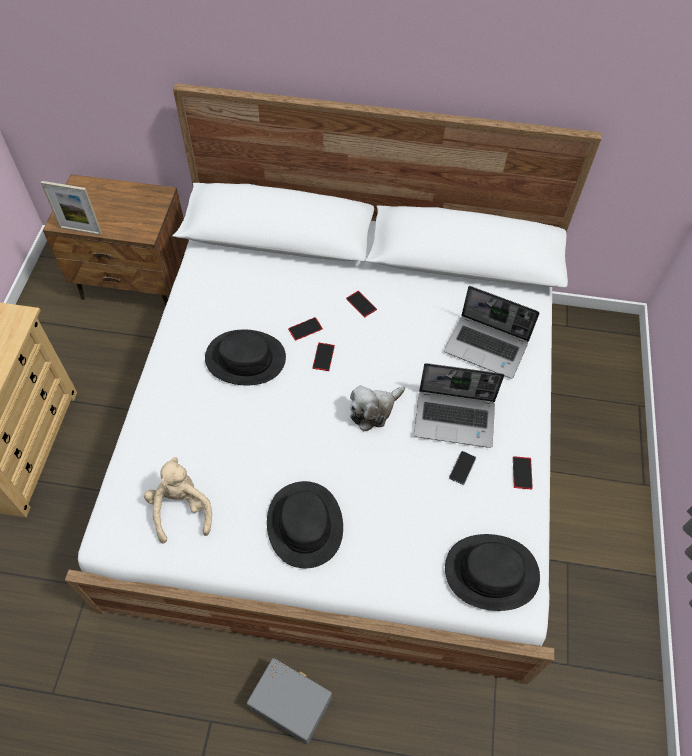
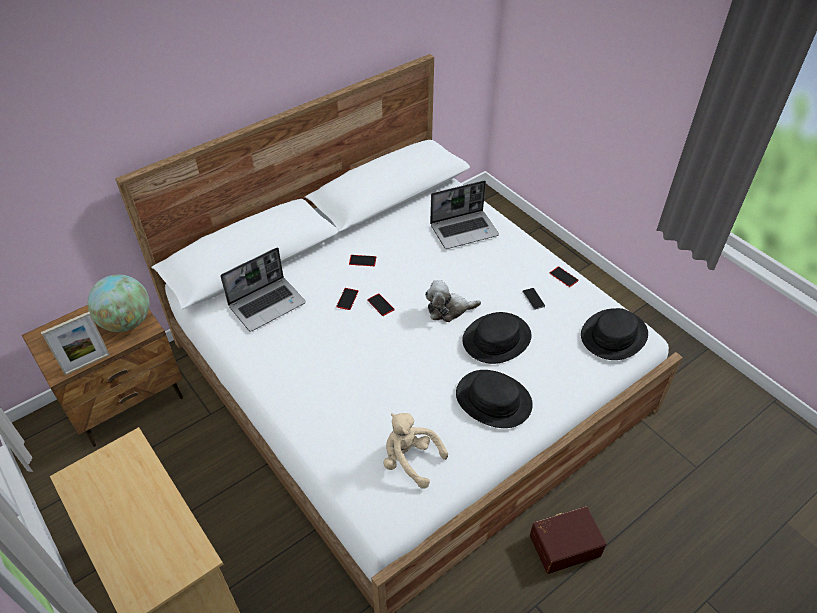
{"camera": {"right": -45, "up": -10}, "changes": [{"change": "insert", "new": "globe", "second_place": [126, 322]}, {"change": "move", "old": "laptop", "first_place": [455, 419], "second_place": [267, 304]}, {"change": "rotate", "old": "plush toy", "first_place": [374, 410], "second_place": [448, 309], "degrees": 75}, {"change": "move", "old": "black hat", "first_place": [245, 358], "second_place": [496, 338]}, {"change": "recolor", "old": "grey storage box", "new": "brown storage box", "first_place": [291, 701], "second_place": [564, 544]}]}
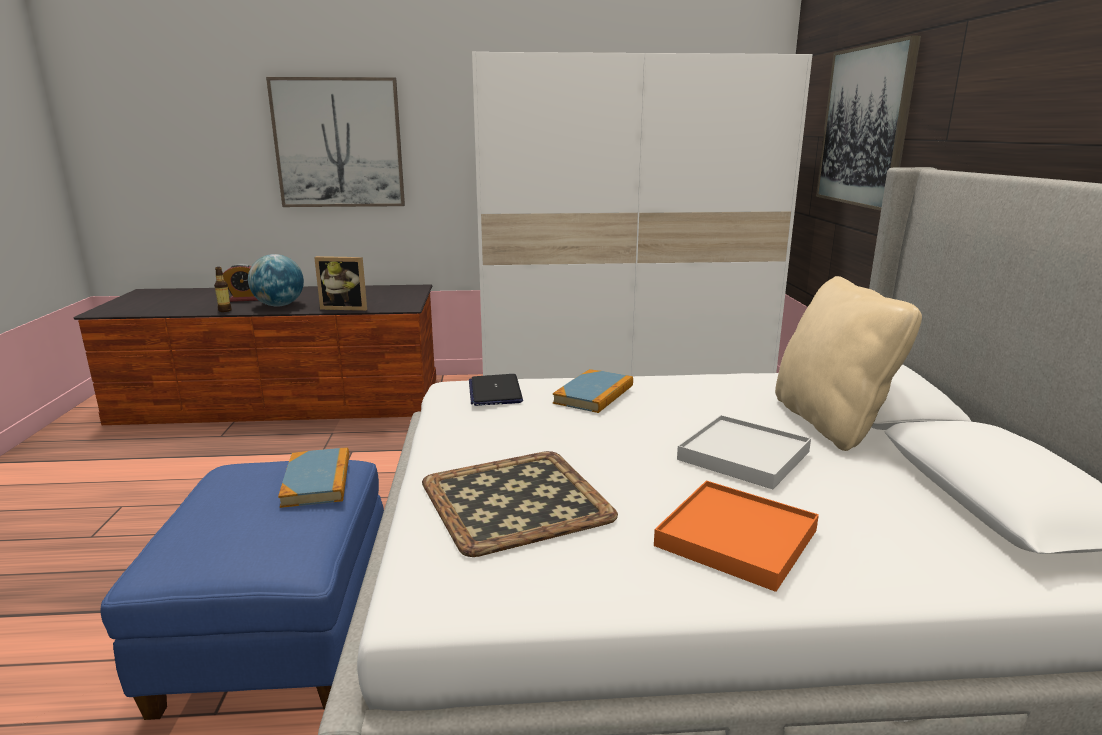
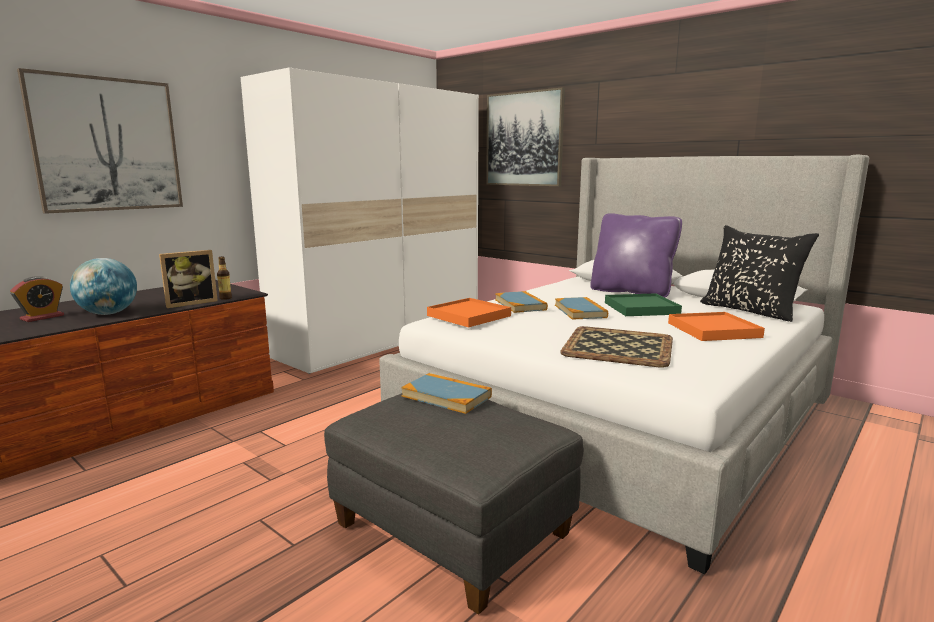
{"camera": {"right": -45, "up": -5}, "changes": [{"change": "move", "old": "bottle", "first_place": [225, 310], "second_place": [225, 298]}, {"change": "recolor", "old": "blue ottoman", "new": "grey ottoman", "first_place": [280, 633], "second_place": [454, 531]}, {"change": "replace", "old": "laptop", "new": "orange tray", "first_place": [495, 391], "second_place": [469, 316]}, {"change": "insert", "new": "book", "second_place": [580, 311]}, {"change": "recolor", "old": "beige pillow", "new": "purple pillow", "first_place": [830, 423], "second_place": [631, 292]}, {"change": "recolor", "old": "white tray", "new": "green tray", "first_place": [743, 455], "second_place": [641, 308]}, {"change": "insert", "new": "black pillow", "second_place": [750, 311]}]}
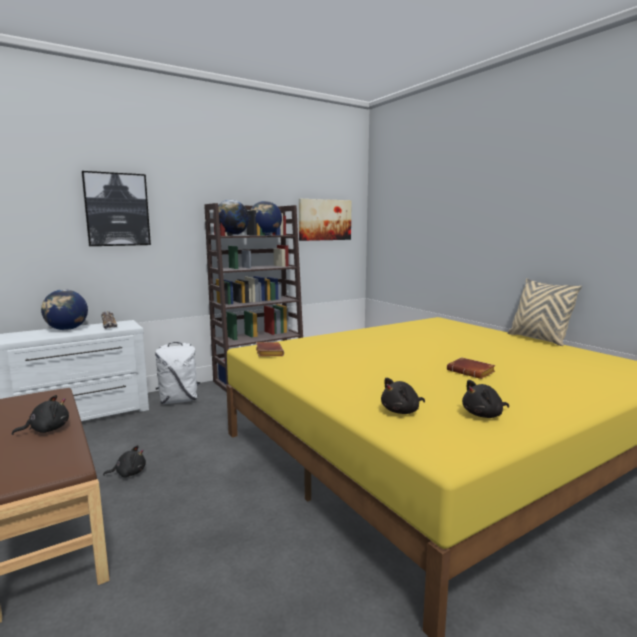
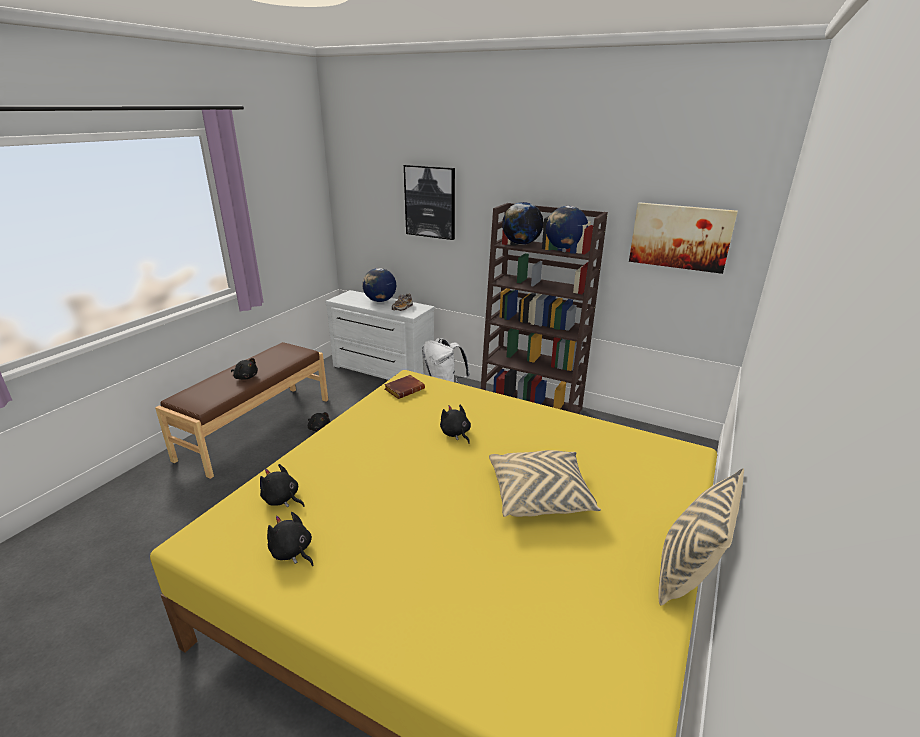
{"camera": {"right": 60, "up": 15}, "changes": [{"change": "insert", "new": "black plush toy", "second_place": [455, 434]}, {"change": "insert", "new": "beige pillow", "second_place": [540, 495]}, {"change": "delete", "old": "brown book", "first_place": [472, 372]}]}
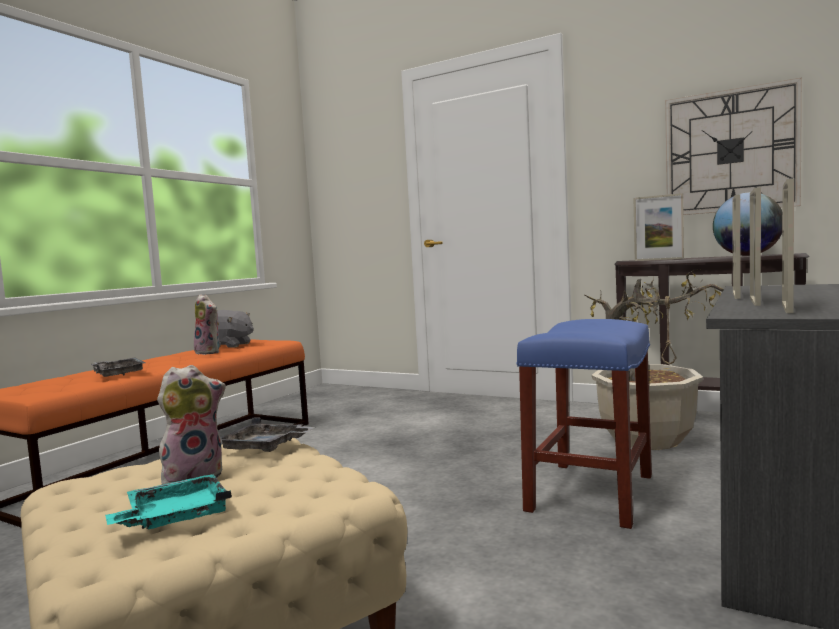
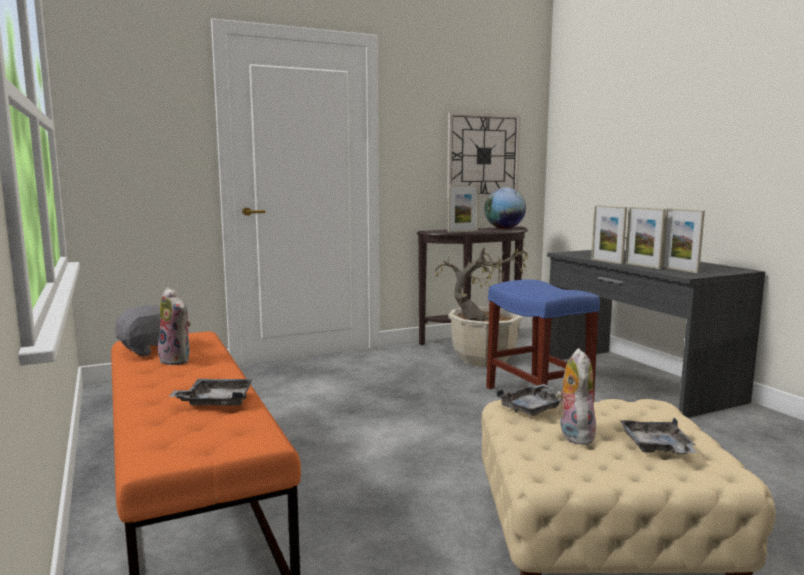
{"camera": {"right": -55, "up": 5}, "changes": [{"change": "rotate", "old": "plush toy", "first_place": [210, 352], "second_place": [178, 360], "degrees": 60}, {"change": "recolor", "old": "turquoise tray", "new": "grey tray", "first_place": [174, 517], "second_place": [656, 447]}]}
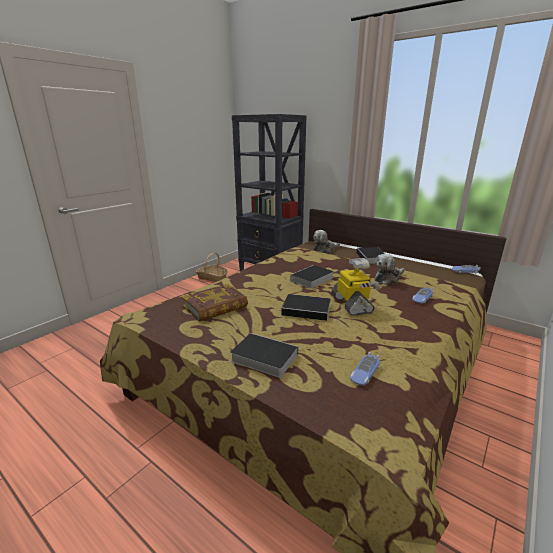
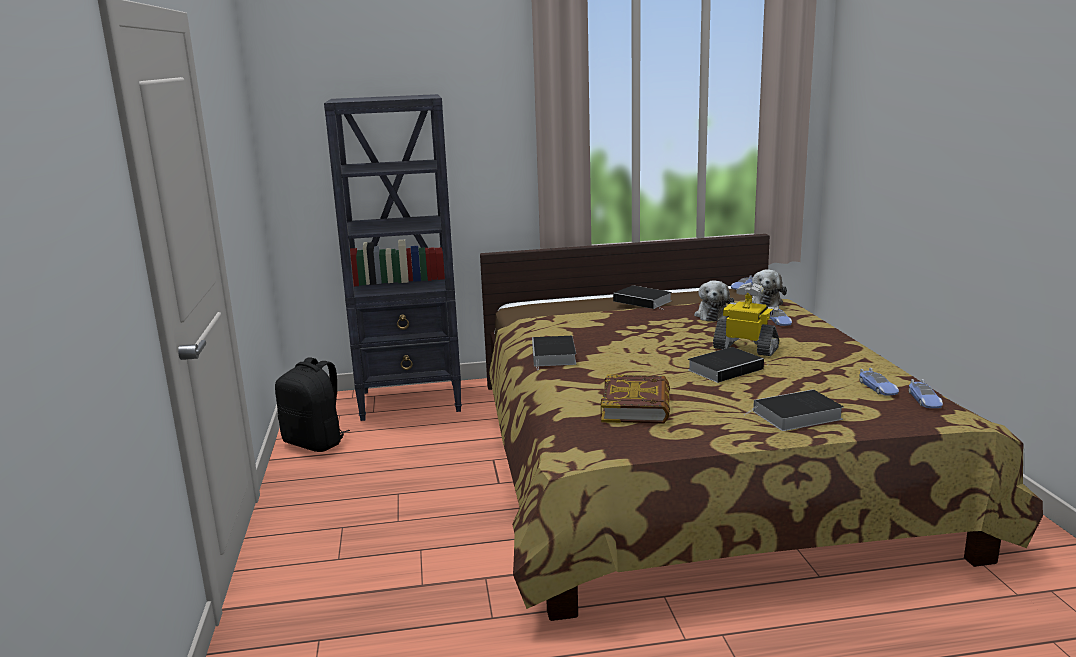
{"camera": {"right": -45, "up": -5}, "changes": [{"change": "replace", "old": "basket", "new": "black backpack", "first_place": [212, 277], "second_place": [315, 443]}, {"change": "move", "old": "book", "first_place": [311, 279], "second_place": [554, 356]}, {"change": "move", "old": "plush toy", "first_place": [325, 250], "second_place": [765, 303]}, {"change": "insert", "new": "toy car", "second_place": [924, 400]}]}
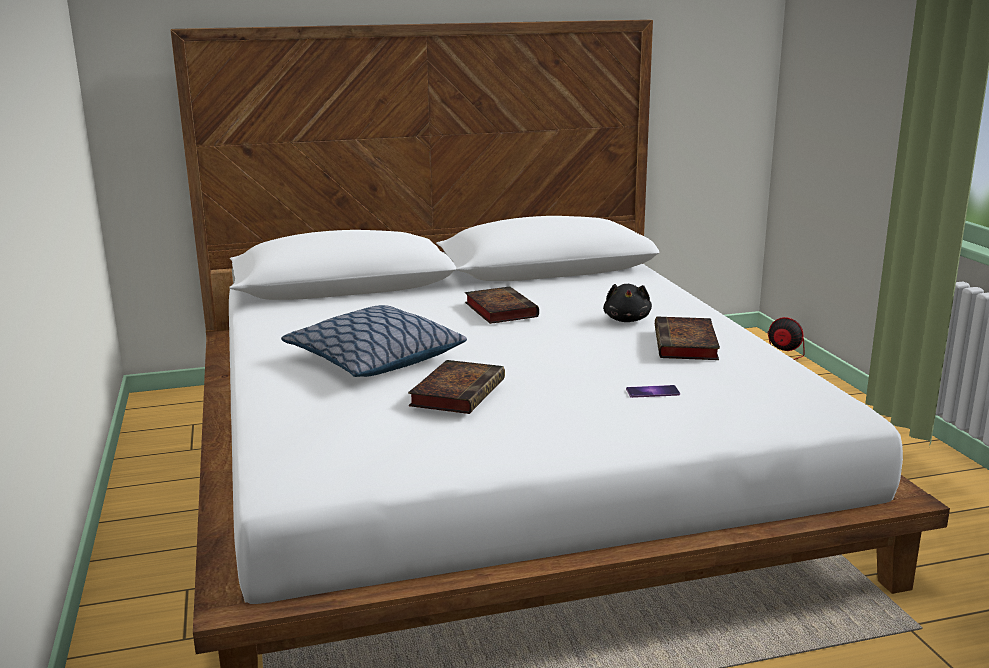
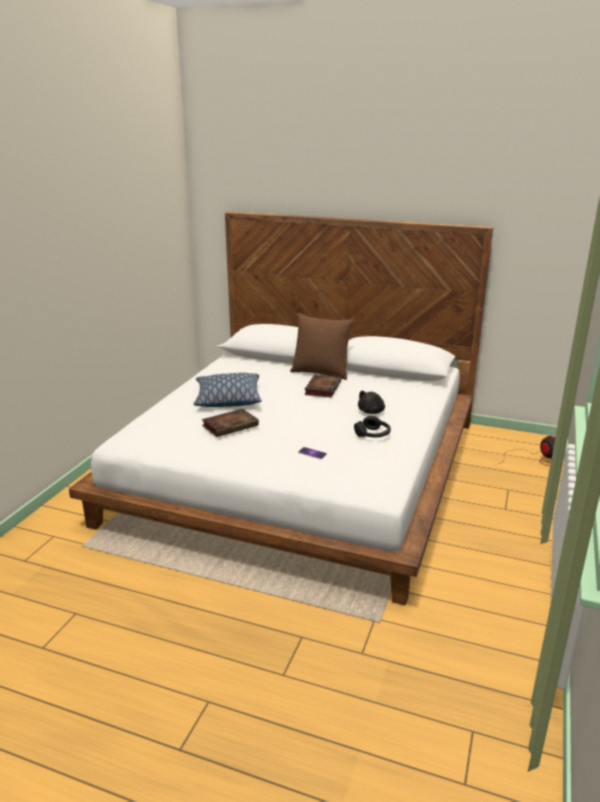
{"camera": {"right": 35, "up": 5}, "changes": [{"change": "insert", "new": "brown pillow", "second_place": [321, 372]}, {"change": "replace", "old": "book", "new": "black headphones", "first_place": [686, 345], "second_place": [373, 434]}]}
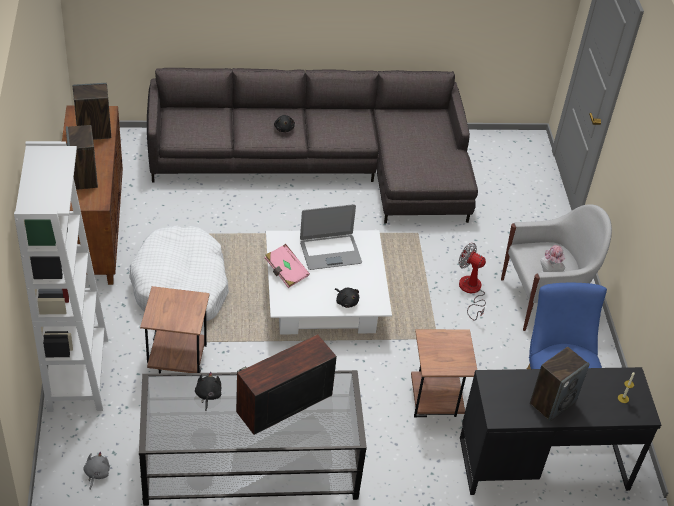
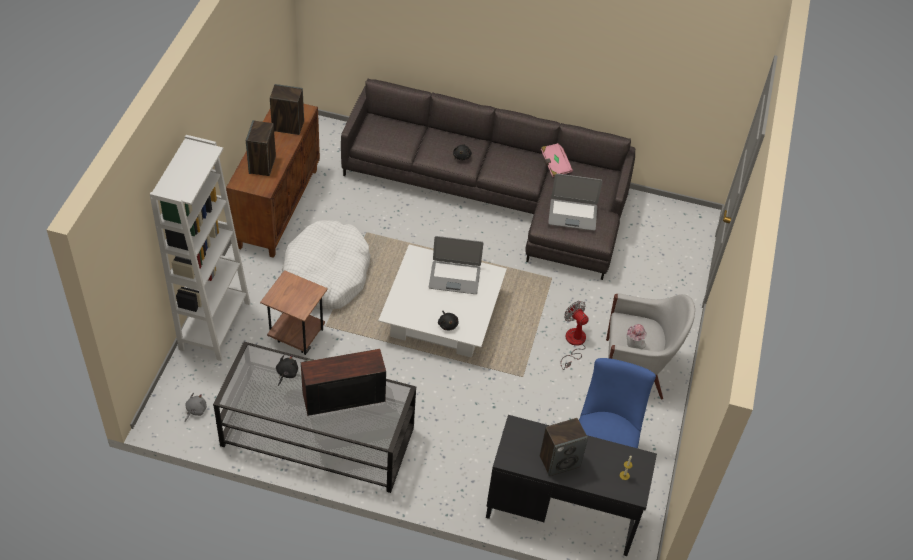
{"camera": {"right": 20, "up": 5}, "changes": [{"change": "move", "old": "pink book", "first_place": [286, 272], "second_place": [555, 165]}, {"change": "insert", "new": "laptop", "second_place": [572, 214]}, {"change": "delete", "old": "brown side table", "first_place": [434, 402]}]}
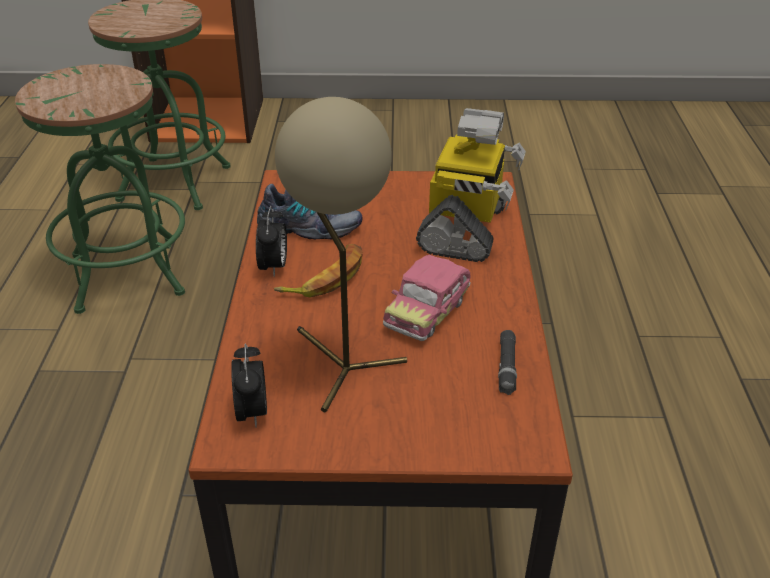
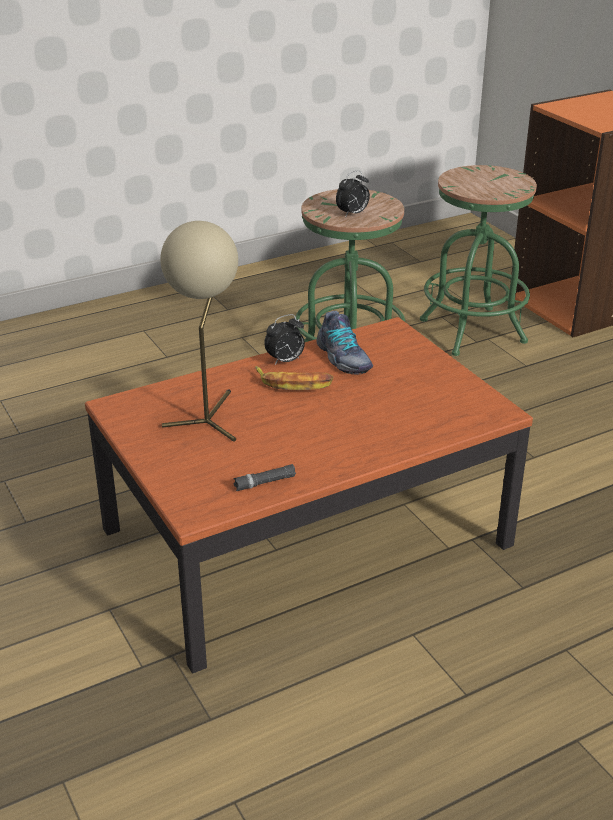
{"camera": {"right": 60, "up": -5}, "changes": [{"change": "move", "old": "alarm clock", "first_place": [252, 413], "second_place": [352, 214]}, {"change": "delete", "old": "toy car", "first_place": [428, 312]}, {"change": "delete", "old": "toy robot", "first_place": [466, 228]}]}
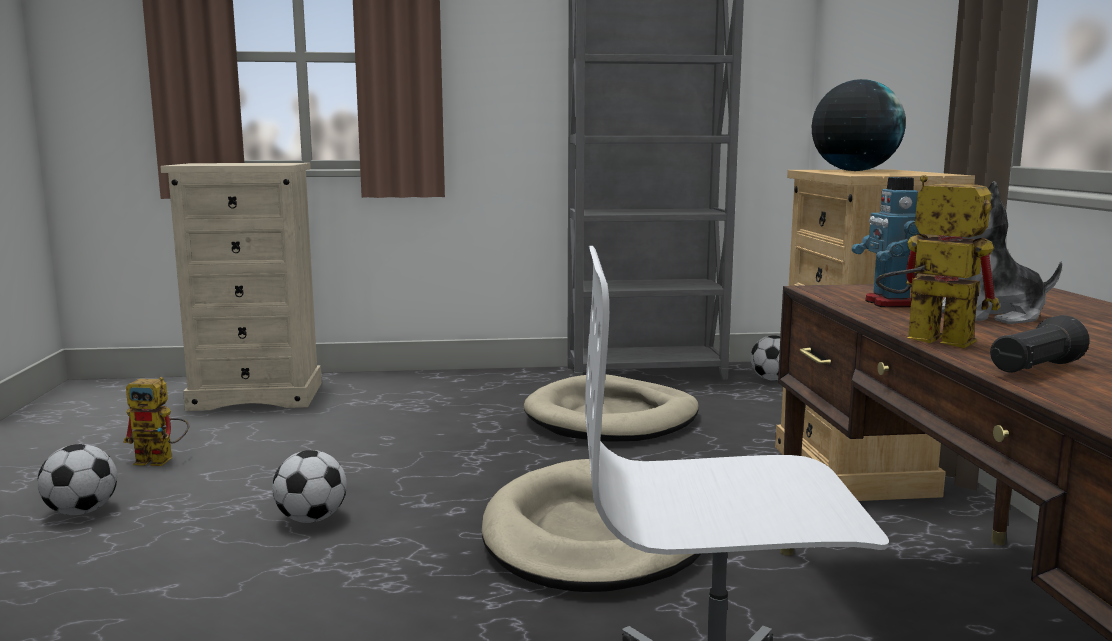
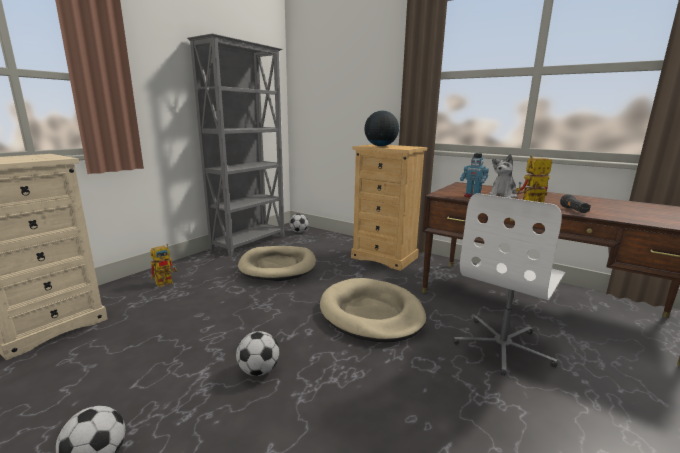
{"camera": {"right": -50, "up": 5}, "changes": [{"change": "move", "old": "toy robot", "first_place": [162, 460], "second_place": [167, 282]}]}
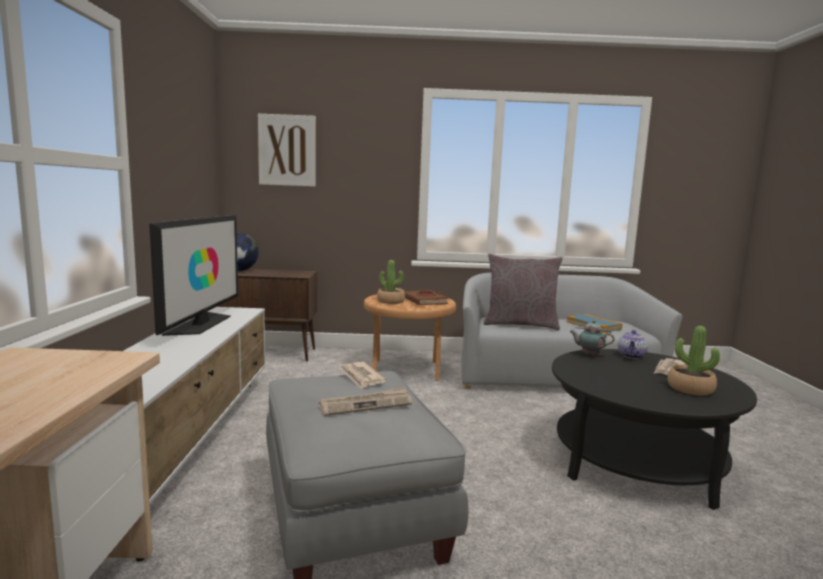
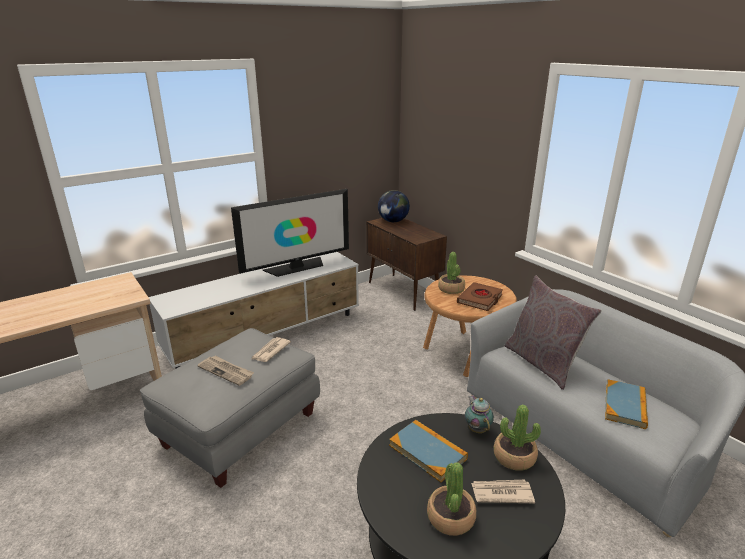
{"camera": {"right": 55, "up": 15}, "changes": [{"change": "insert", "new": "book", "second_place": [427, 452]}, {"change": "replace", "old": "teapot", "new": "potted plant", "first_place": [631, 356], "second_place": [514, 457]}, {"change": "delete", "old": "picture", "first_place": [287, 150]}]}
